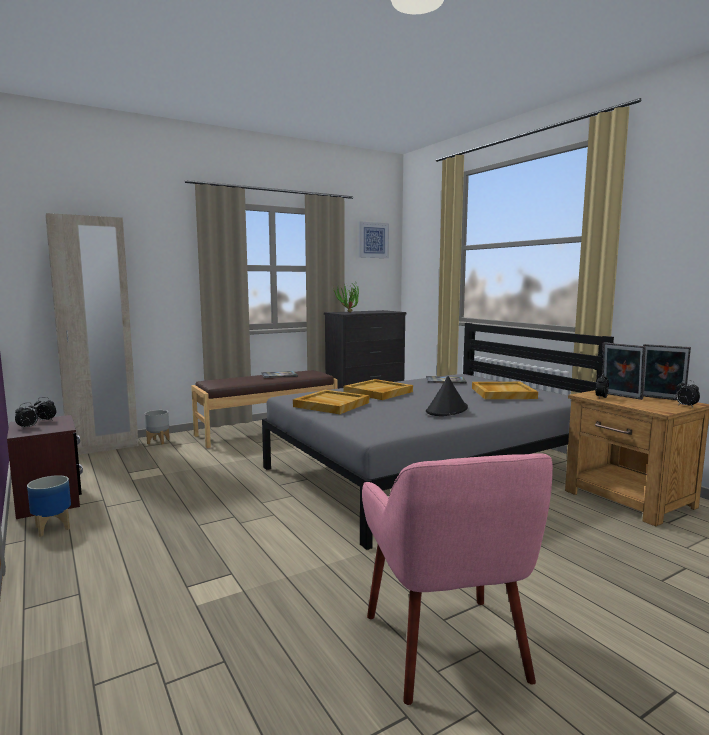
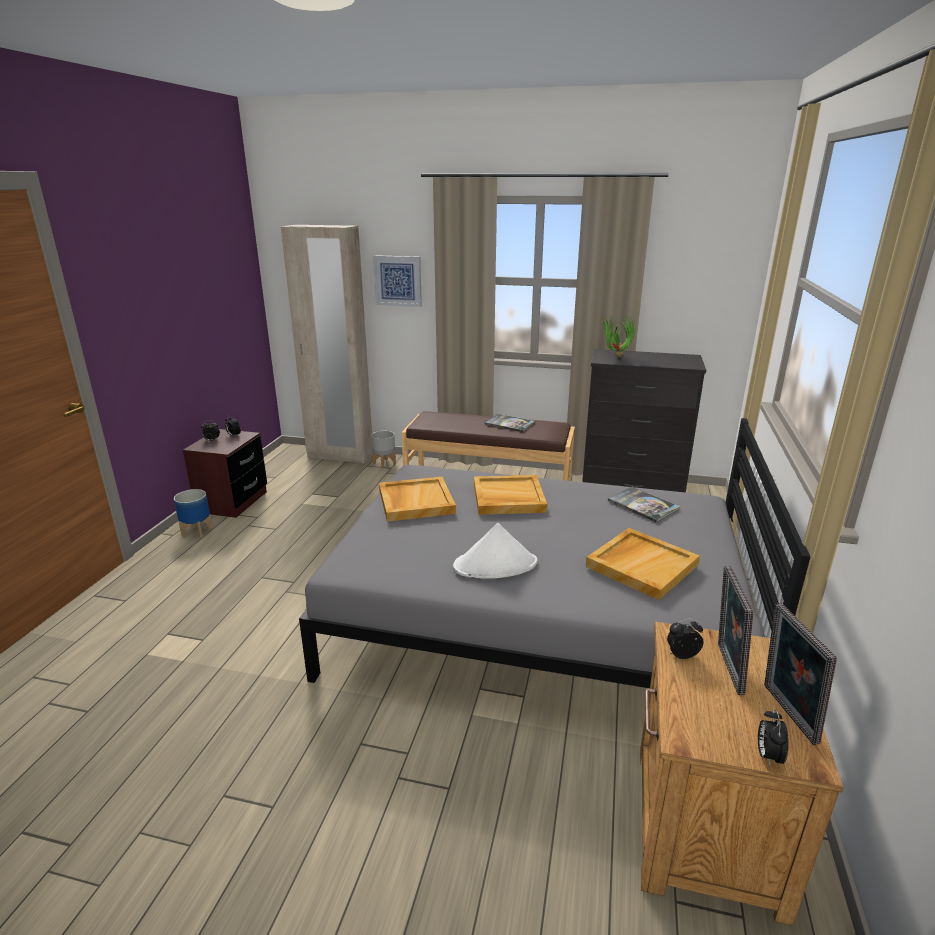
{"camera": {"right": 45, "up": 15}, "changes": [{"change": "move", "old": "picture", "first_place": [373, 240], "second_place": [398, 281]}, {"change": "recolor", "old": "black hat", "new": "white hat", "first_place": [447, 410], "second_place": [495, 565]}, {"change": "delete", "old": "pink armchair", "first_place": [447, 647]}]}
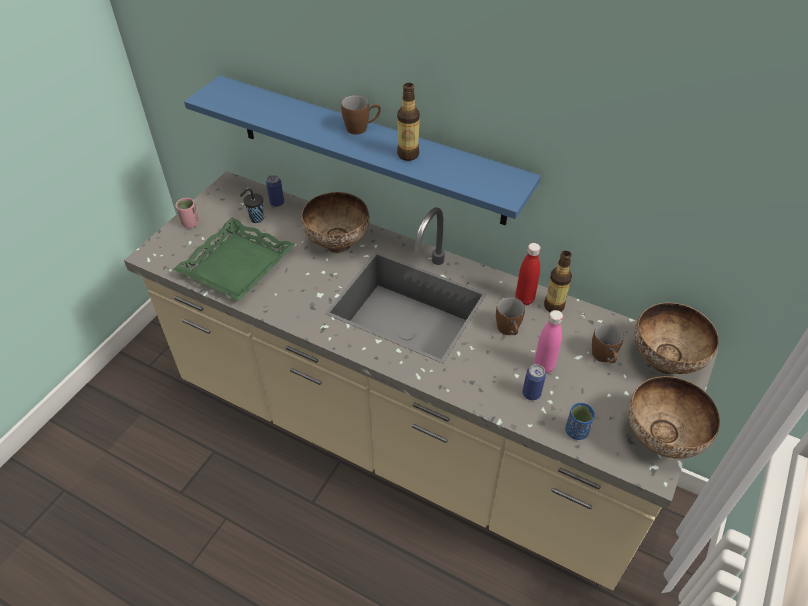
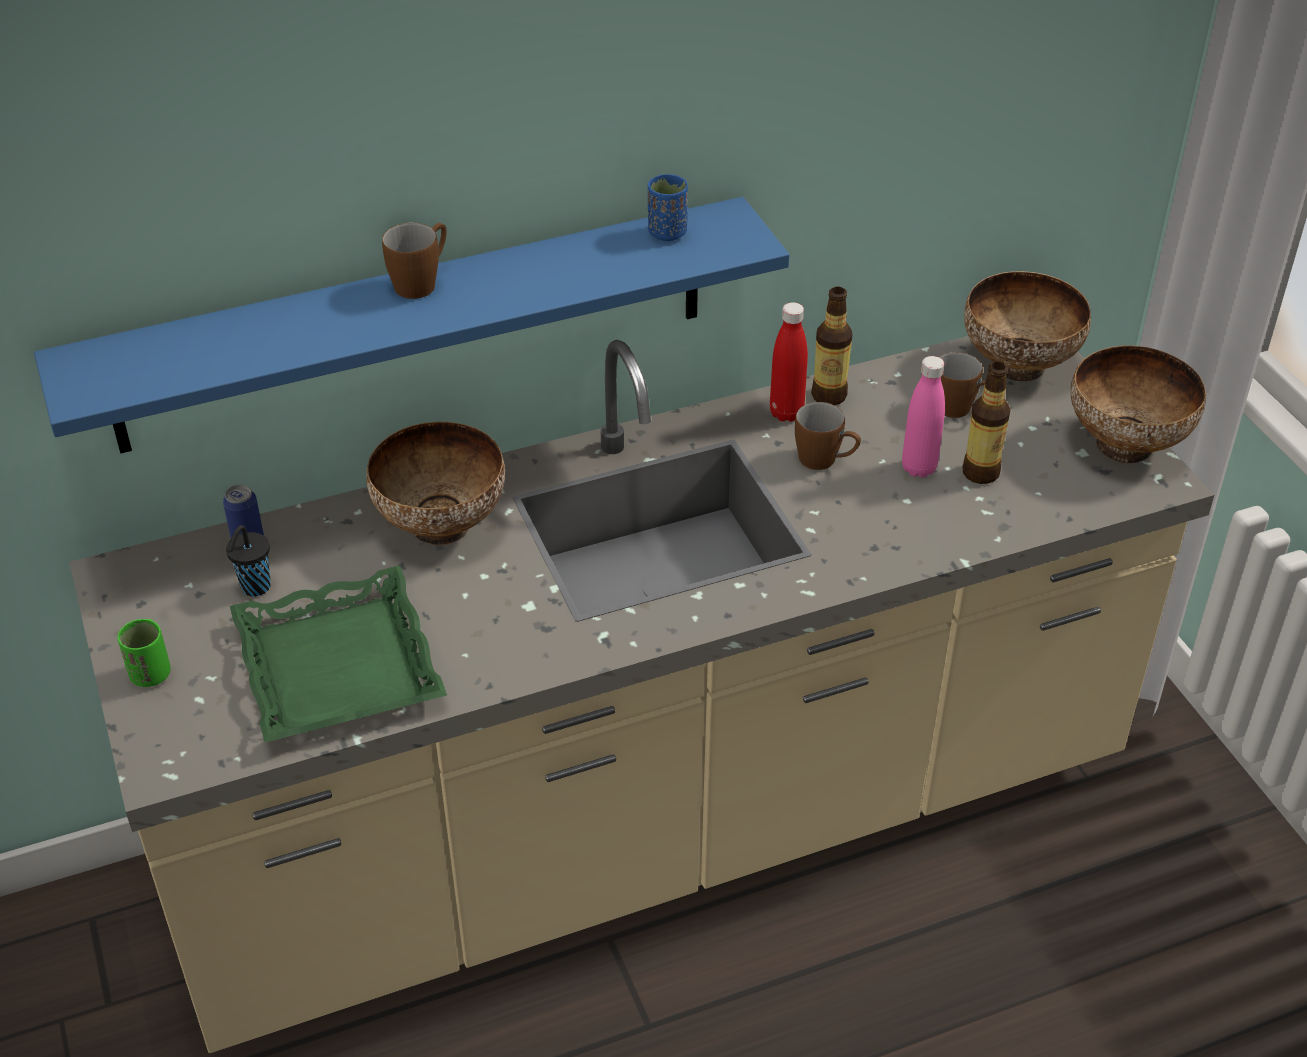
{"camera": {"right": -50, "up": -5}, "changes": [{"change": "recolor", "old": "pink cup", "new": "green cup", "first_place": [190, 223], "second_place": [150, 675]}, {"change": "move", "old": "blue cup", "first_place": [576, 431], "second_place": [667, 233]}, {"change": "move", "old": "bottle", "first_place": [408, 155], "second_place": [981, 473]}, {"change": "delete", "old": "can", "first_place": [531, 394]}]}
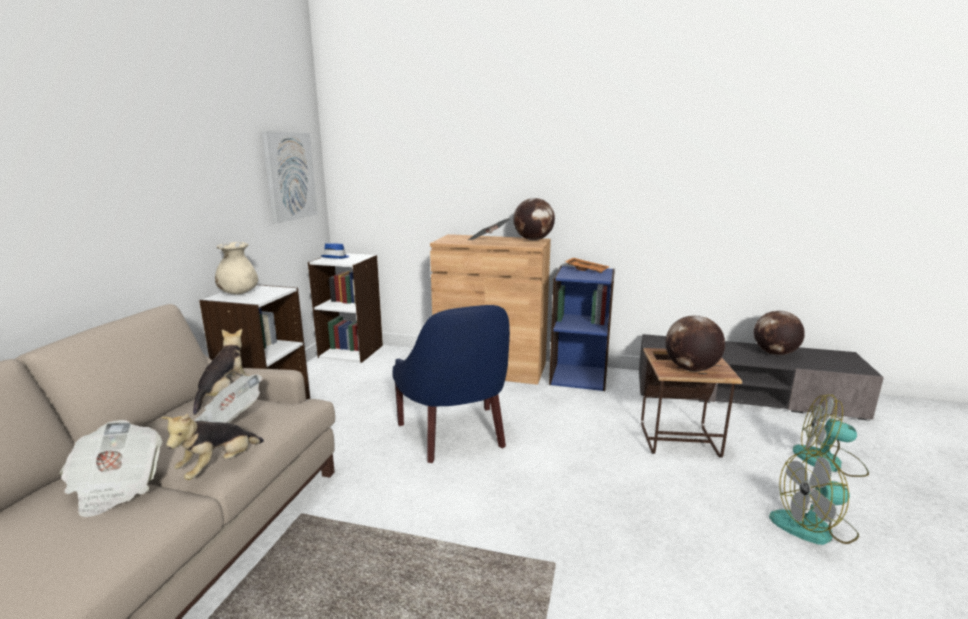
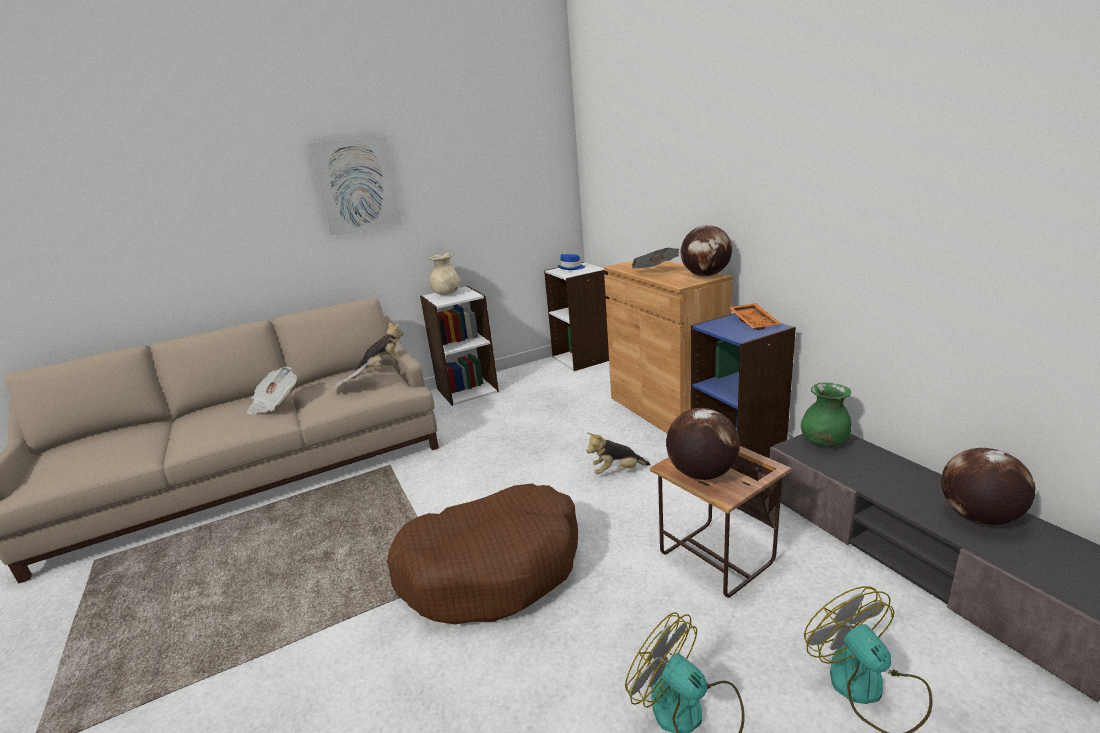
{"camera": {"right": 50, "up": 5}, "changes": [{"change": "move", "old": "picture", "first_place": [289, 176], "second_place": [357, 186]}, {"change": "insert", "new": "brown dog bed", "second_place": [492, 567]}, {"change": "move", "old": "plush toy", "first_place": [219, 466], "second_place": [617, 471]}, {"change": "insert", "new": "green vase", "second_place": [824, 442]}, {"change": "delete", "old": "blue armchair", "first_place": [456, 435]}]}
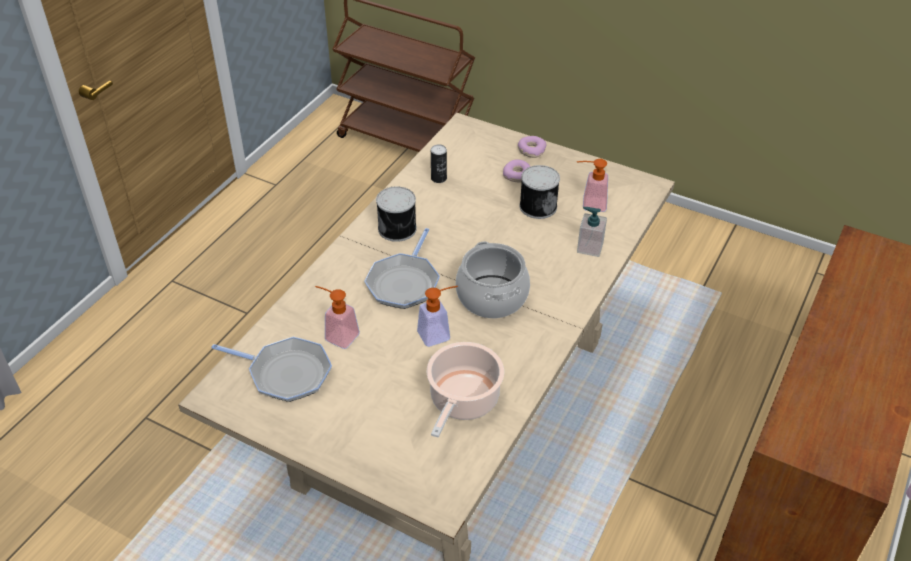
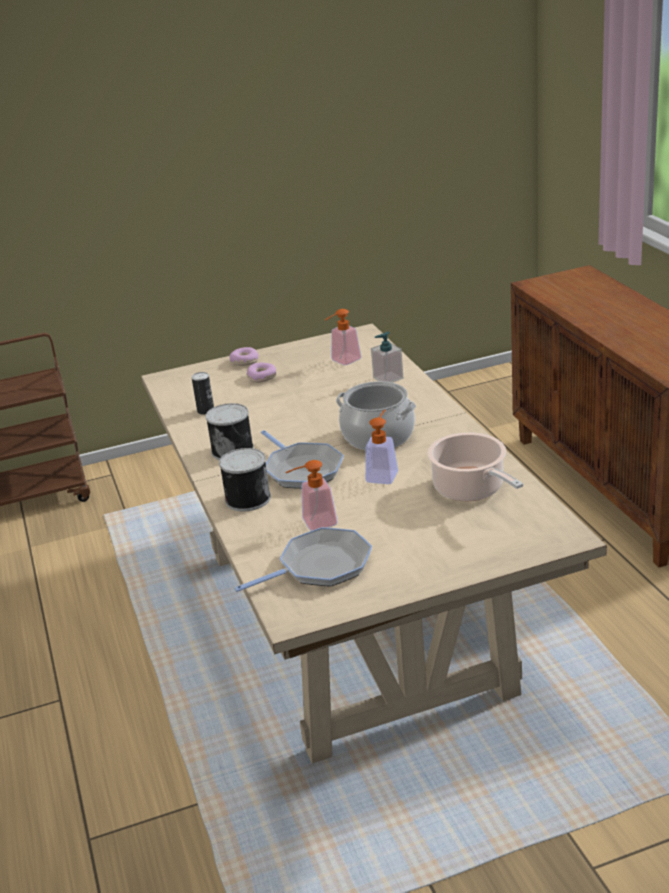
{"camera": {"right": -45, "up": -15}, "changes": [{"change": "move", "old": "can", "first_place": [537, 206], "second_place": [246, 499]}]}
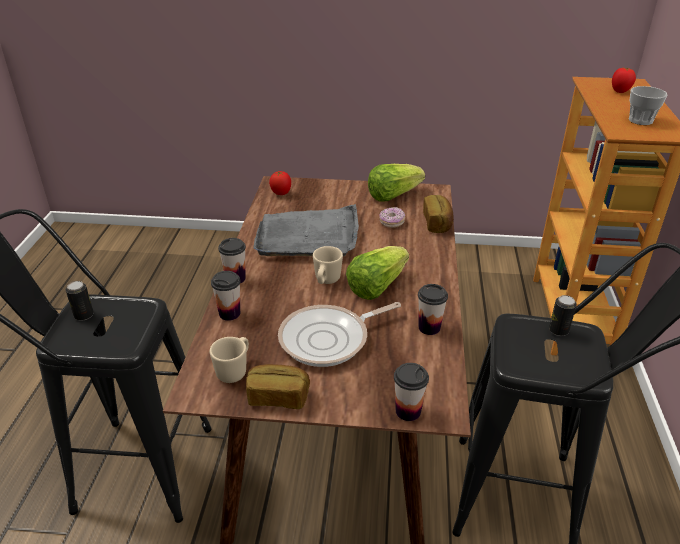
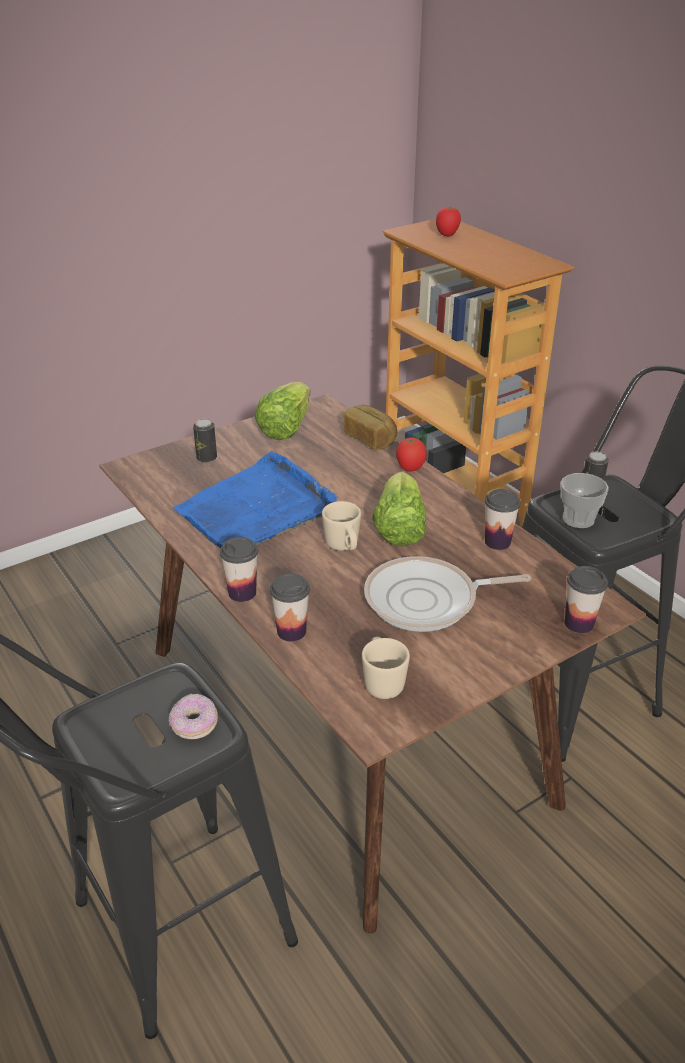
{"camera": {"right": -40, "up": 0}, "changes": [{"change": "move", "old": "donut", "first_place": [391, 222], "second_place": [194, 725]}, {"change": "recolor", "old": "grey tray", "new": "blue tray", "first_place": [308, 236], "second_place": [257, 509]}, {"change": "move", "old": "can", "first_place": [84, 315], "second_place": [206, 458]}, {"change": "rotate", "old": "frying pan", "first_place": [329, 339], "second_place": [427, 601], "degrees": 60}, {"change": "move", "old": "tomato", "first_place": [281, 194], "second_place": [410, 469]}, {"change": "move", "old": "cup", "first_place": [640, 120], "second_place": [578, 519]}, {"change": "delete", "old": "bread", "first_place": [278, 396]}]}
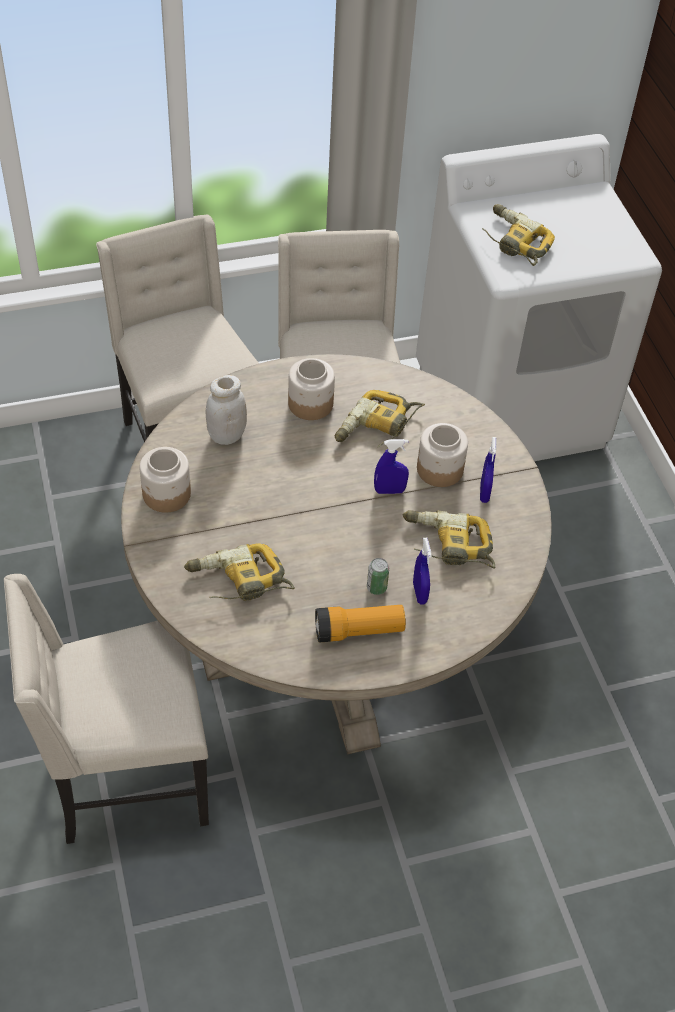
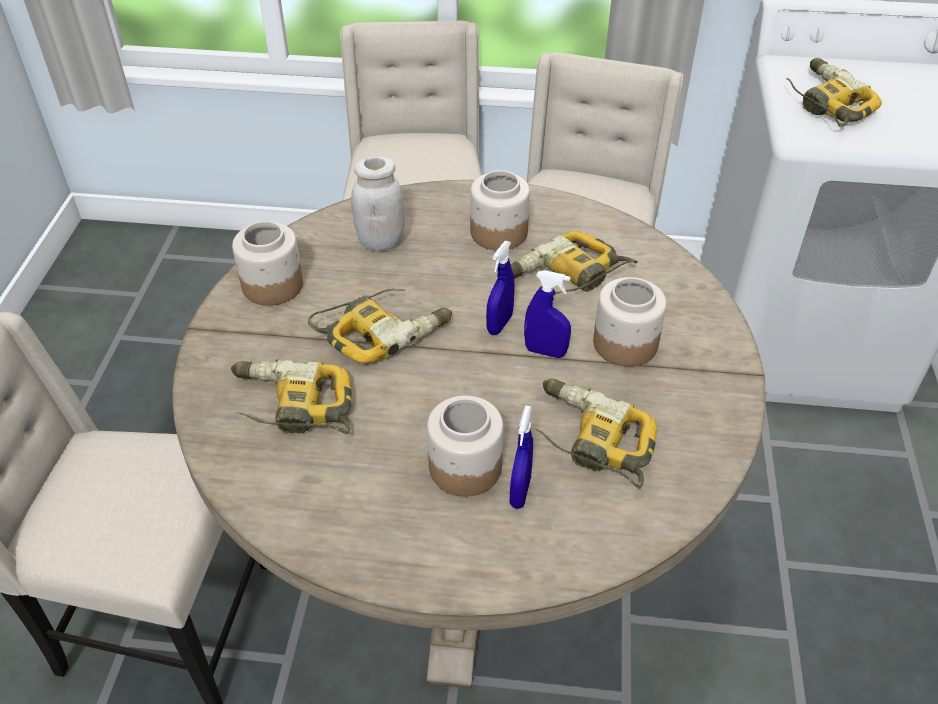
{"camera": {"right": 25, "up": -5}, "changes": [{"change": "insert", "new": "power drill", "second_place": [383, 331]}, {"change": "replace", "old": "can", "new": "jar", "first_place": [376, 587], "second_place": [464, 467]}, {"change": "move", "old": "blue spray bottle", "first_place": [484, 493], "second_place": [499, 324]}, {"change": "delete", "old": "flashlight", "first_place": [359, 631]}]}
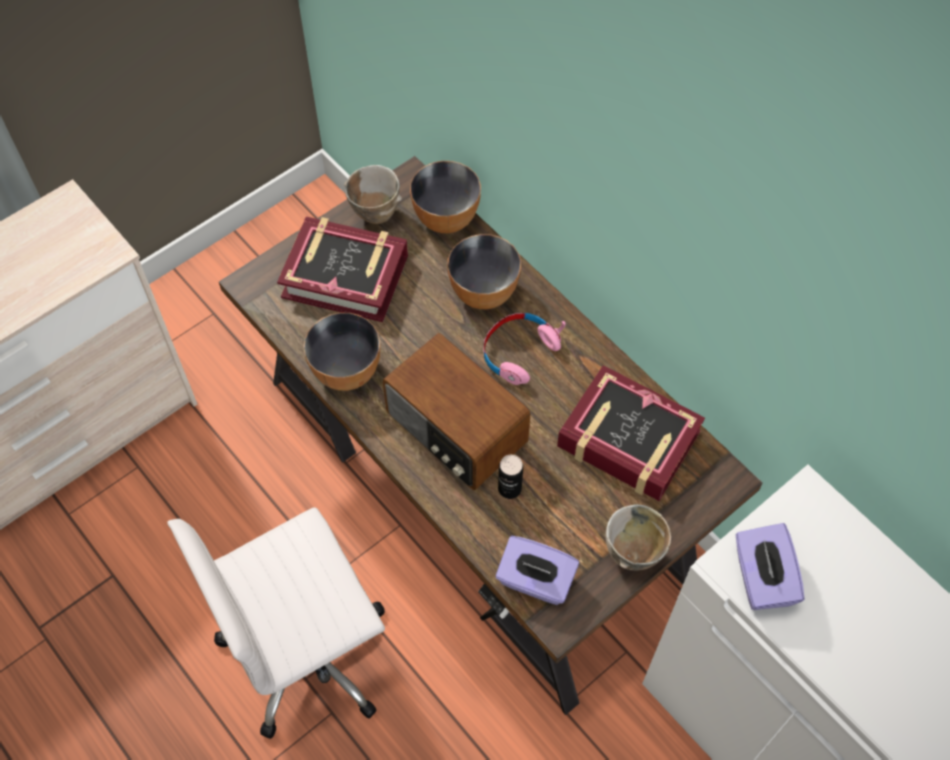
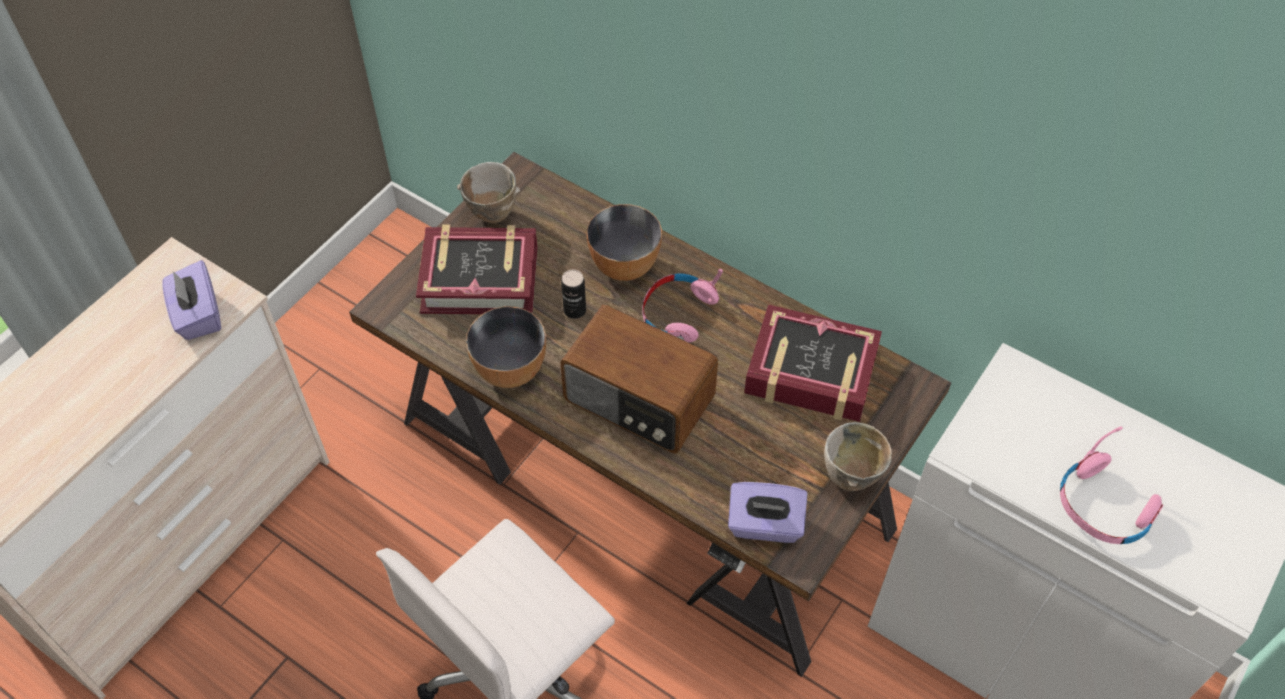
{"camera": {"right": -15, "up": -5}, "changes": [{"change": "move", "old": "purple tissue box", "first_place": [761, 578], "second_place": [198, 315]}, {"change": "move", "old": "can", "first_place": [509, 488], "second_place": [574, 310]}, {"change": "insert", "new": "pink headphones", "second_place": [1103, 507]}, {"change": "delete", "old": "bowl", "first_place": [445, 218]}]}
